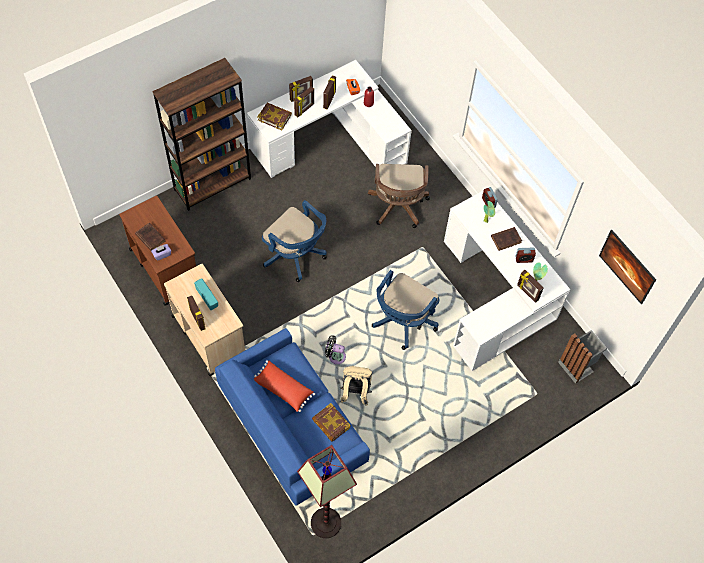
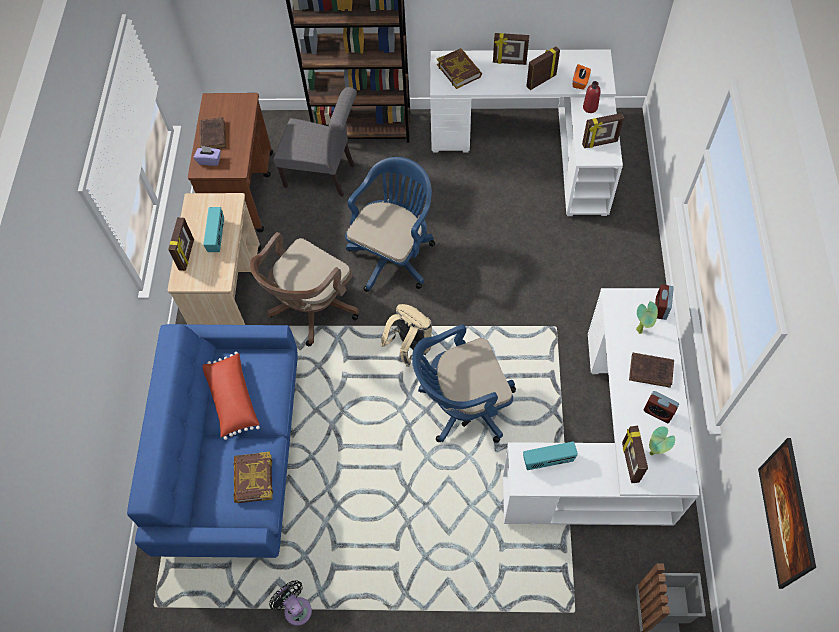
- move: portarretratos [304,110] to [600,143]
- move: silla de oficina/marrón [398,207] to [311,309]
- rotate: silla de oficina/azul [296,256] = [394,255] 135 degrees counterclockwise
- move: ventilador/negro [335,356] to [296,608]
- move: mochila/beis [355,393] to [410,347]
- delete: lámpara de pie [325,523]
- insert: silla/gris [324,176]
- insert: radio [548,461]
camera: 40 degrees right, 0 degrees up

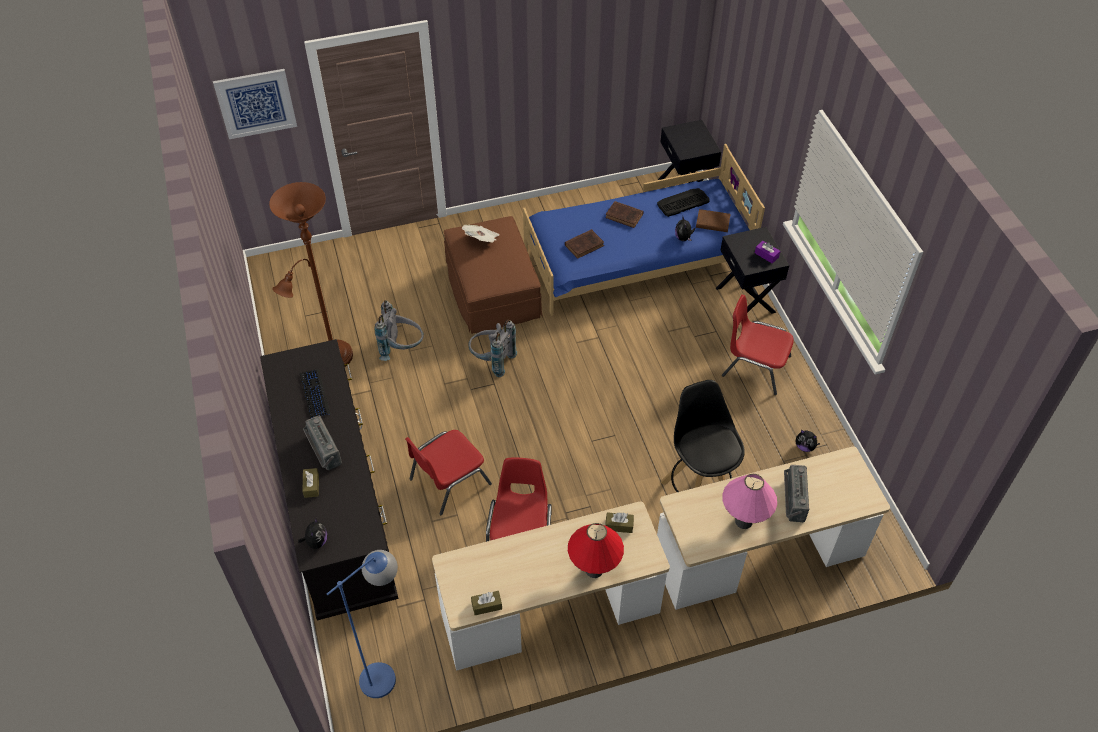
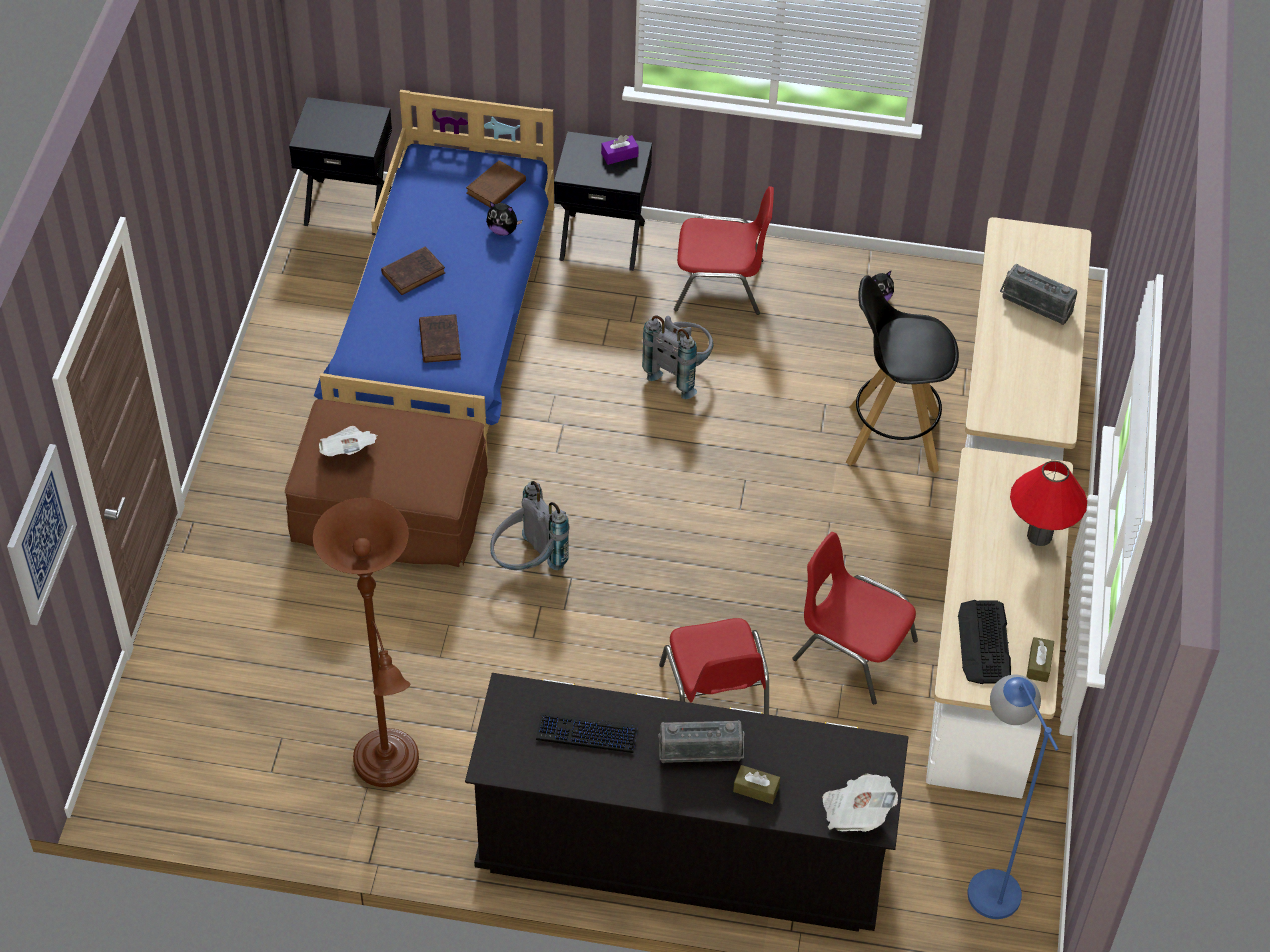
- move: teclado [682,202] to [984,643]
- rotate: silla/rojo [755,366] = [720,285] 135 degrees counterclockwise
- move: mochila/gris [402,349] to [679,372]
- delete: lámpara de mesa/rosa [743,521]
- delete: caja de pañuelos/marrón [619,525]
- replace: peluche [316,542] to periódico [856,812]
camera: 65 degrees left, 0 degrees up

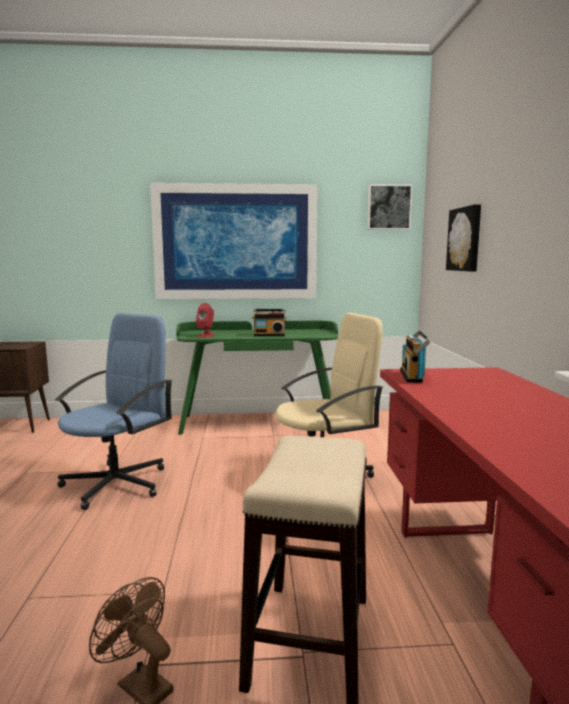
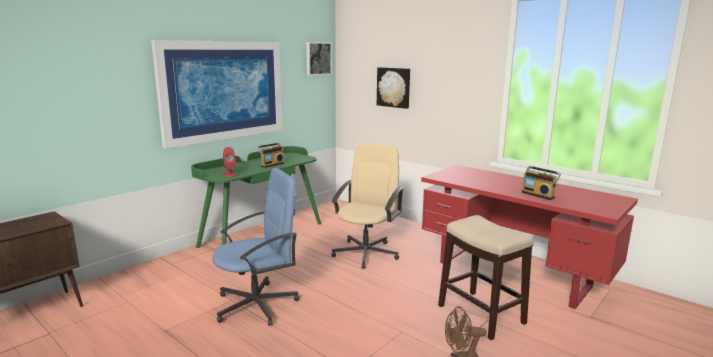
- rotate: silla de oficina/azul [117,483] = [257,304] 75 degrees clockwise
- move: radio [413,376] to [538,195]
camera: 45 degrees left, 5 degrees up

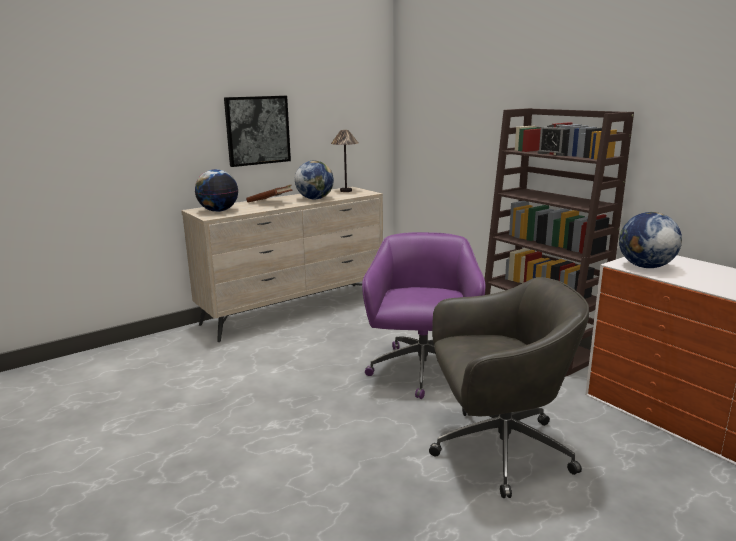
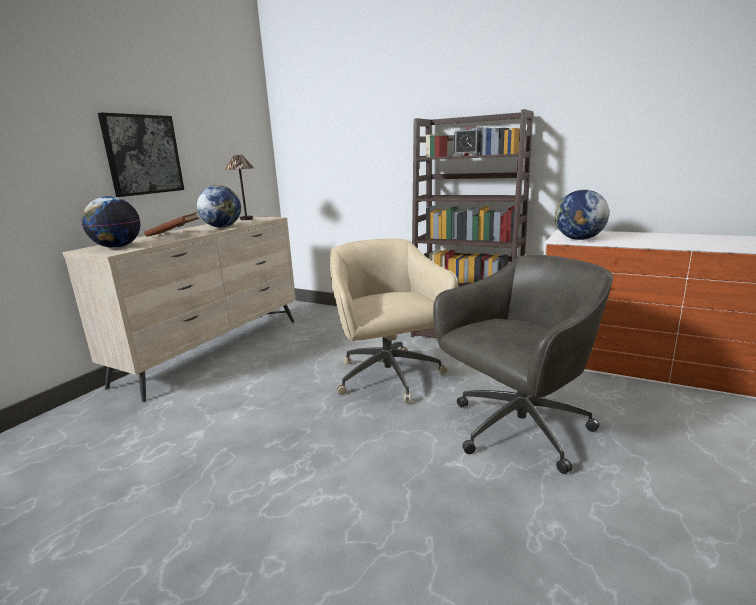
- recolor: silla de oficina/morado [422,372] to silla de oficina/beis [389,378]
camera: 25 degrees left, 0 degrees up

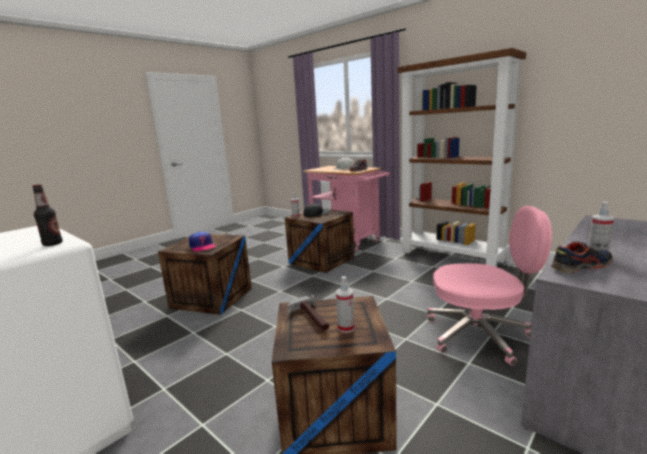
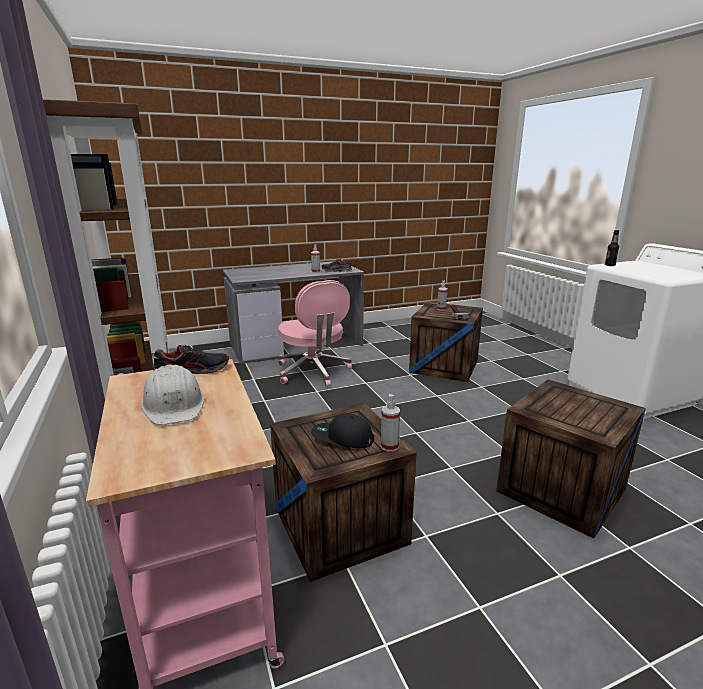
- rotate: silla de oficina/rosa [479,335] = [313,372] 150 degrees counterclockwise
- delete: gorra [202,246]
camera: 155 degrees left, 5 degrees up

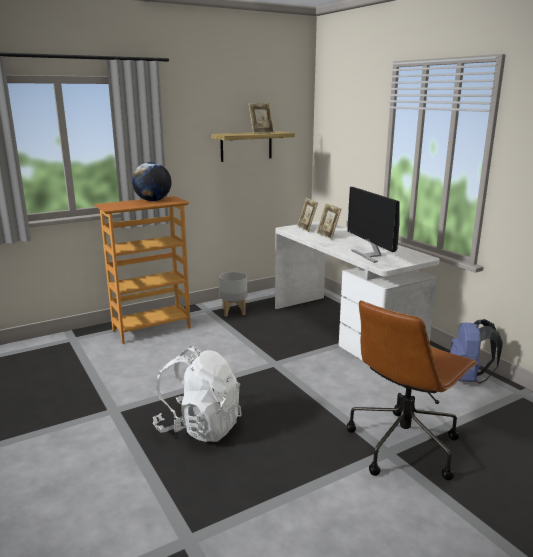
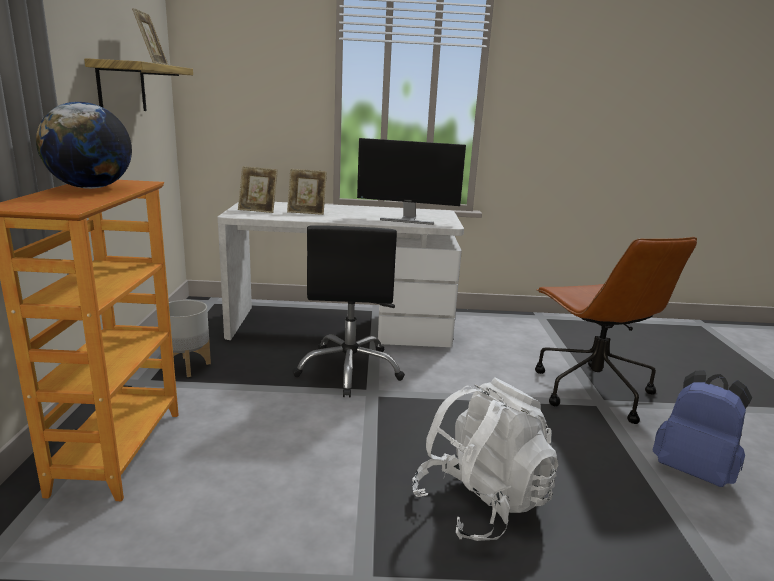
- move: mochila/azul [467,379] to [693,470]
- insert: silla de oficina/negro [349,369]
camera: 60 degrees left, 0 degrees up

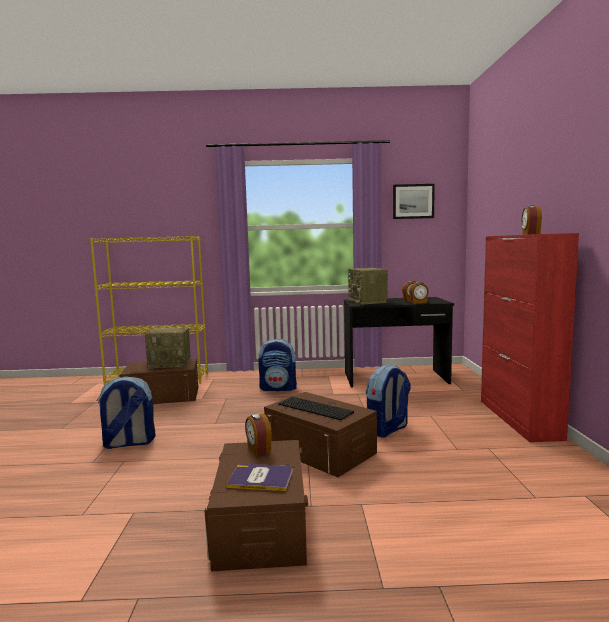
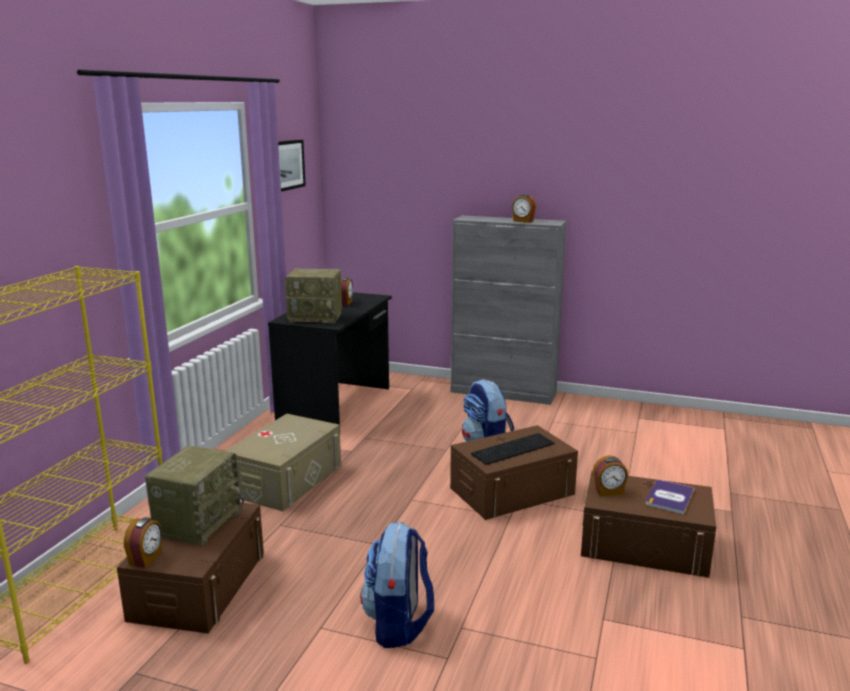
- recolor: armario/rojo [519,419] to armario/gris [503,392]
- move: despertador [418,302] to [146,558]
- replace: mochila [279,388] to caja de almacenaje/beis [286,480]
camera: 70 degrees left, 10 degrees up

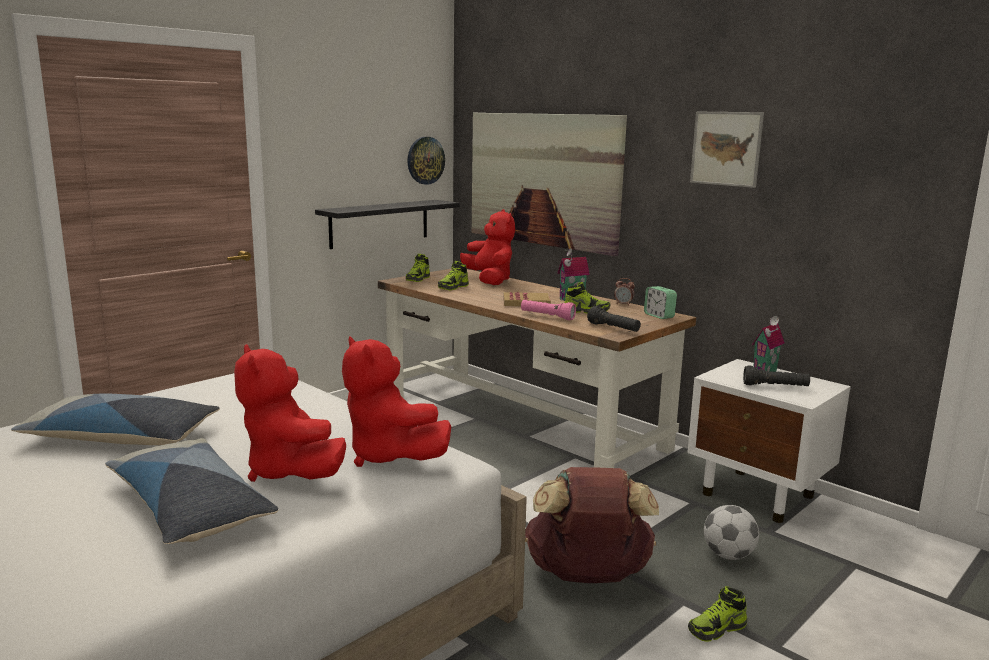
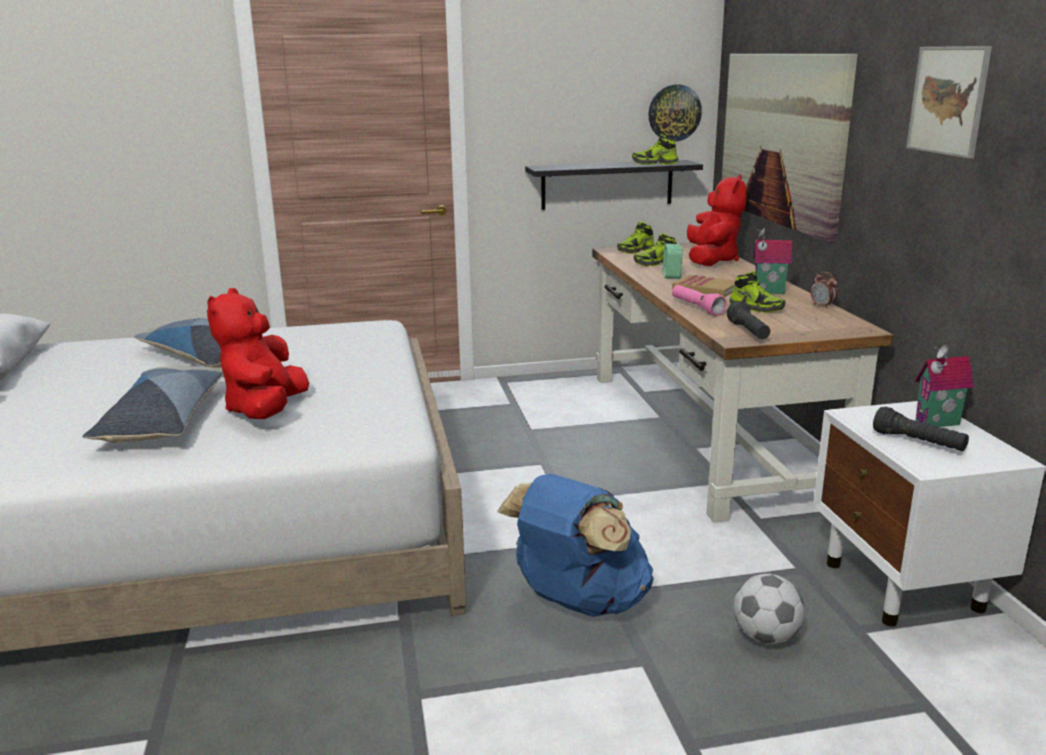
- move: despertador [659,316] to [671,276]
- delete: peluche/rojo [389,456]
- recolor: mochila/marrón [587,576] to mochila/azul [578,602]
- move: zapato [717,629] to [654,163]
camera: 35 degrees right, 5 degrees up

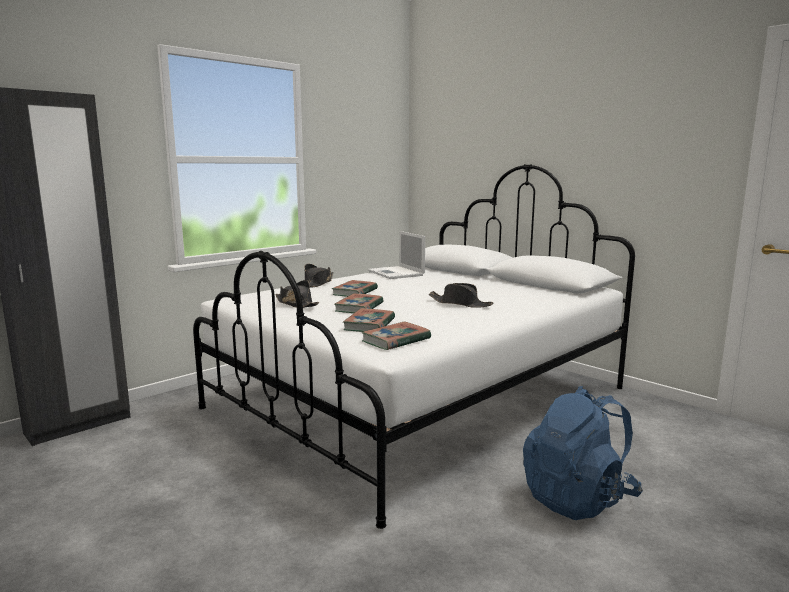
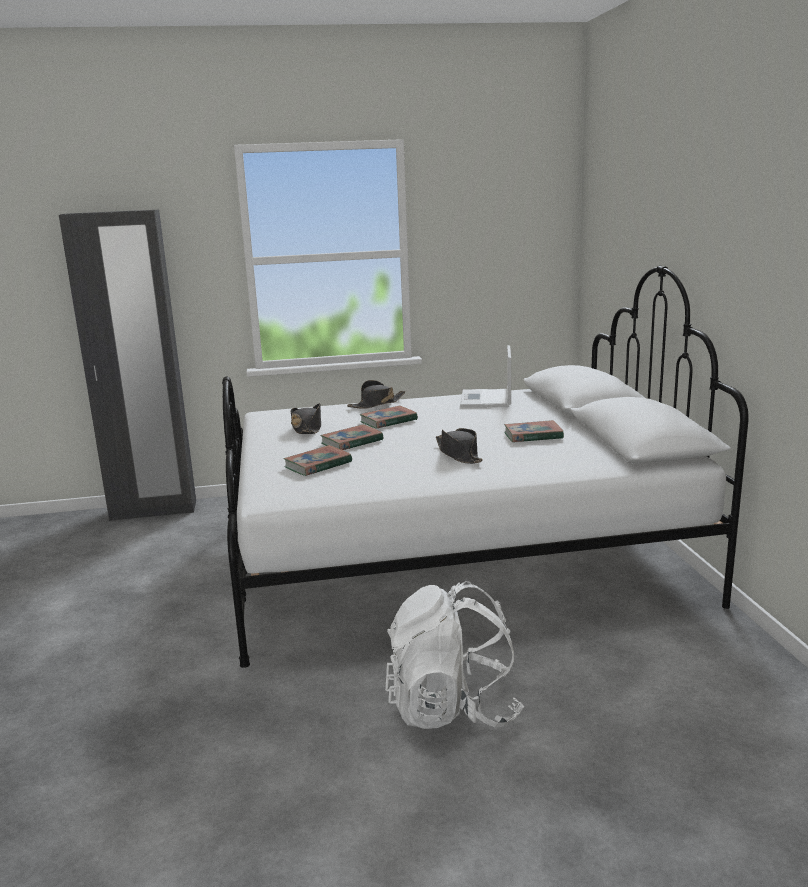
- move: libro [396,340] to [533,436]
- recolor: mochila/azul [578,498] to mochila/blanco [453,708]
camera: 35 degrees right, 5 degrees up

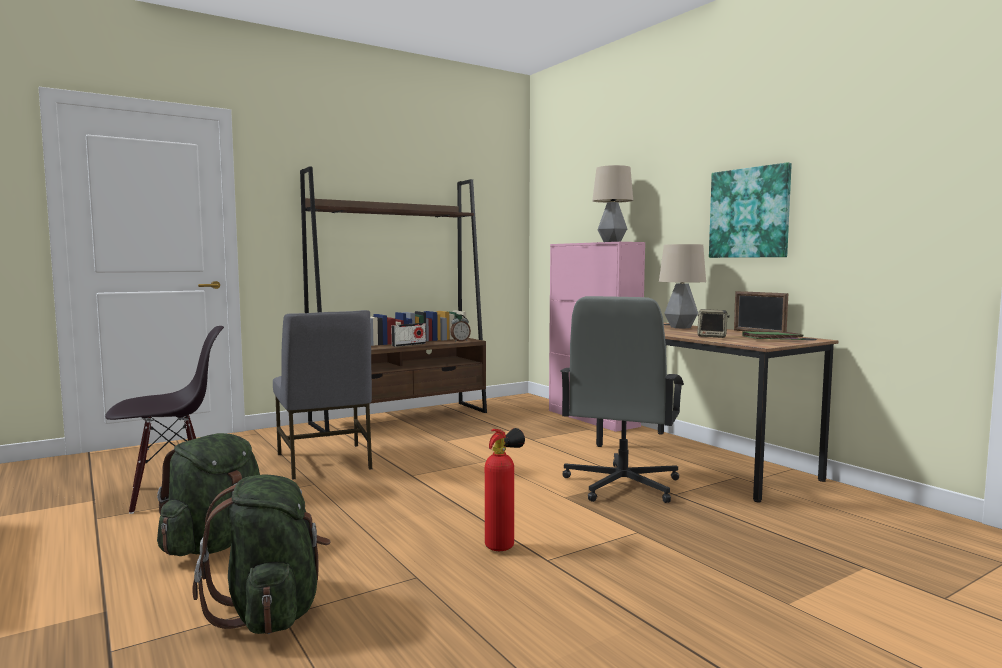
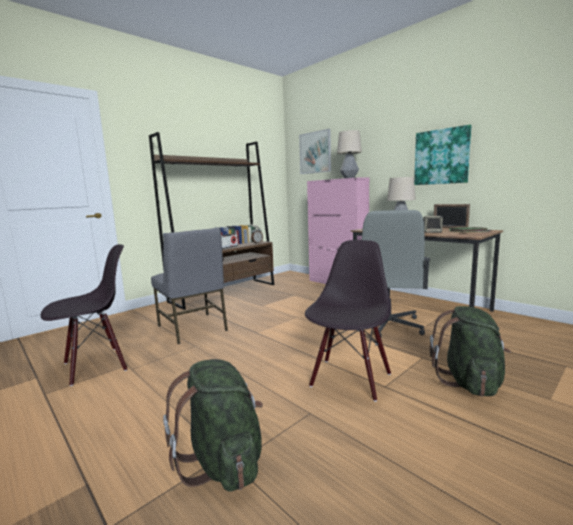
- replace: extintor [503,546] to silla/negro [349,379]
- move: mochila/verde [216,544] to [469,382]
- insert: cuadro [315,152]
camera: 10 degrees left, 5 degrees up

